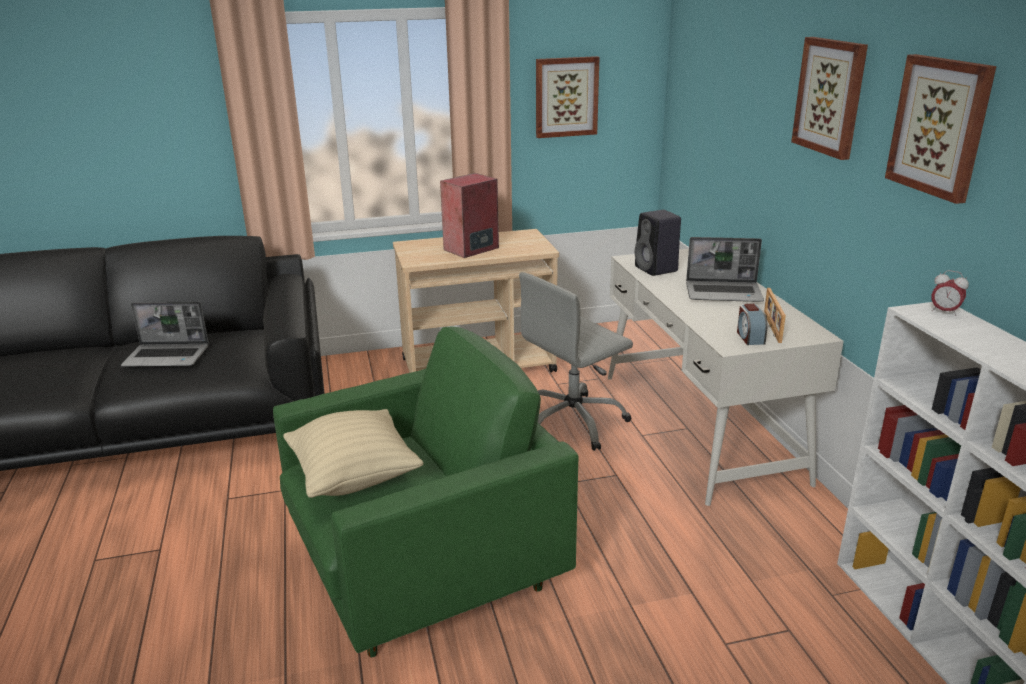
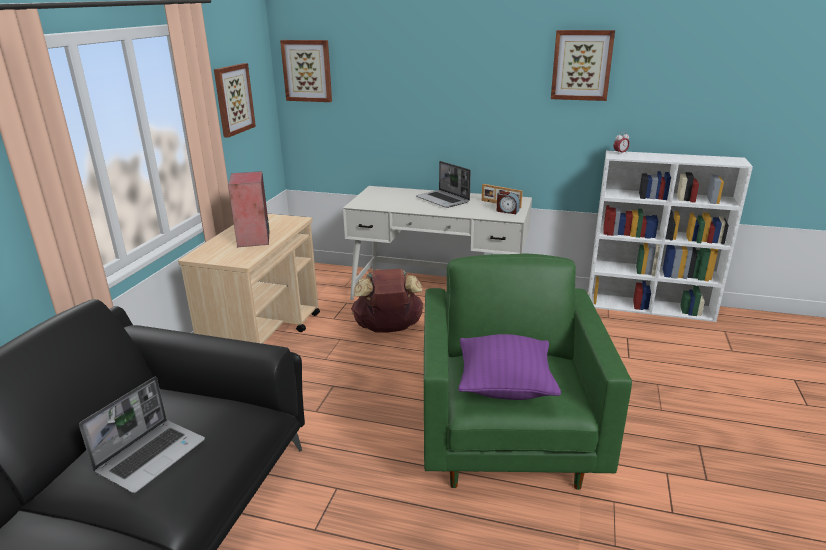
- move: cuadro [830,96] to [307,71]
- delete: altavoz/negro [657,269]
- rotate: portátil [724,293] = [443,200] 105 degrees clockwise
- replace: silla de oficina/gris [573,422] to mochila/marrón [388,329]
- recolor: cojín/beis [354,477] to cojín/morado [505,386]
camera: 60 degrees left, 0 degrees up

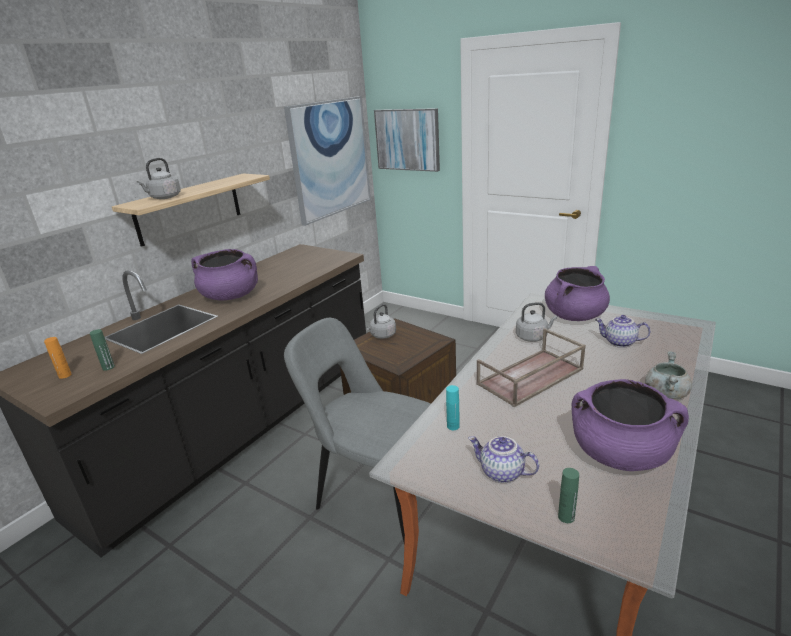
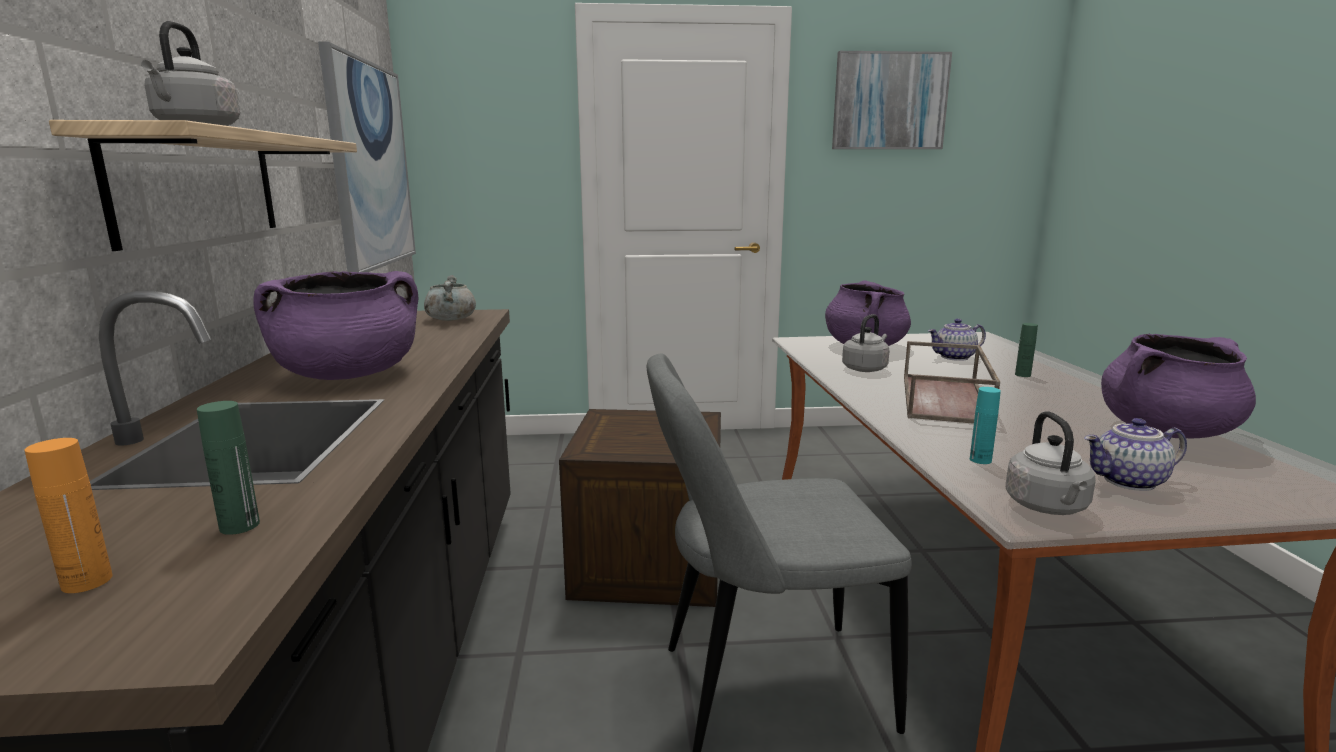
- move: cuadro [407,139] to [889,101]
- move: hervidor/gris [382,335] to [1048,507]
- move: olla/gris [665,393] to [450,319]
- move: botella/verde [566,517] to [1022,375]
camera: 40 degrees left, 10 degrees down

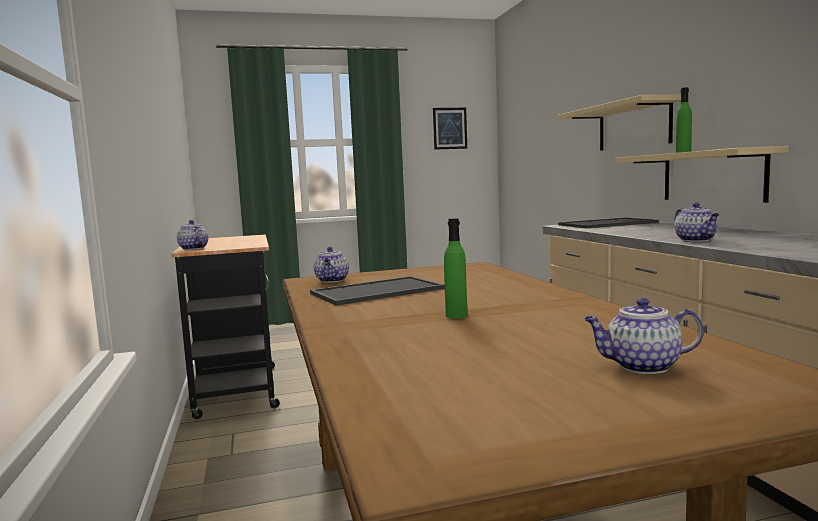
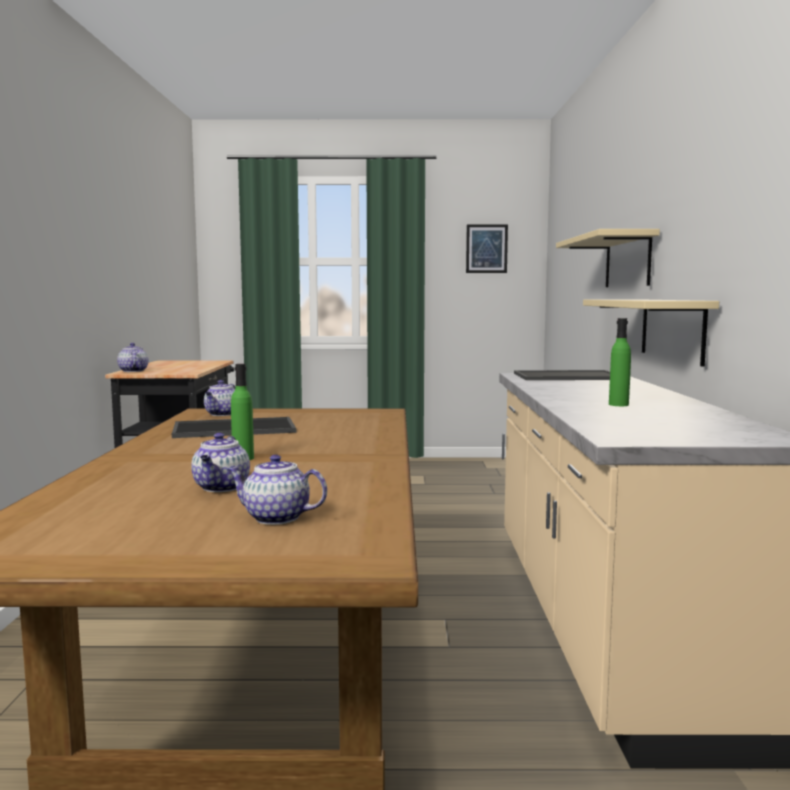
- move: botella/verde [683,152] to [618,404]
- move: tetera [696,240] to [221,487]
camera: 15 degrees right, 0 degrees up

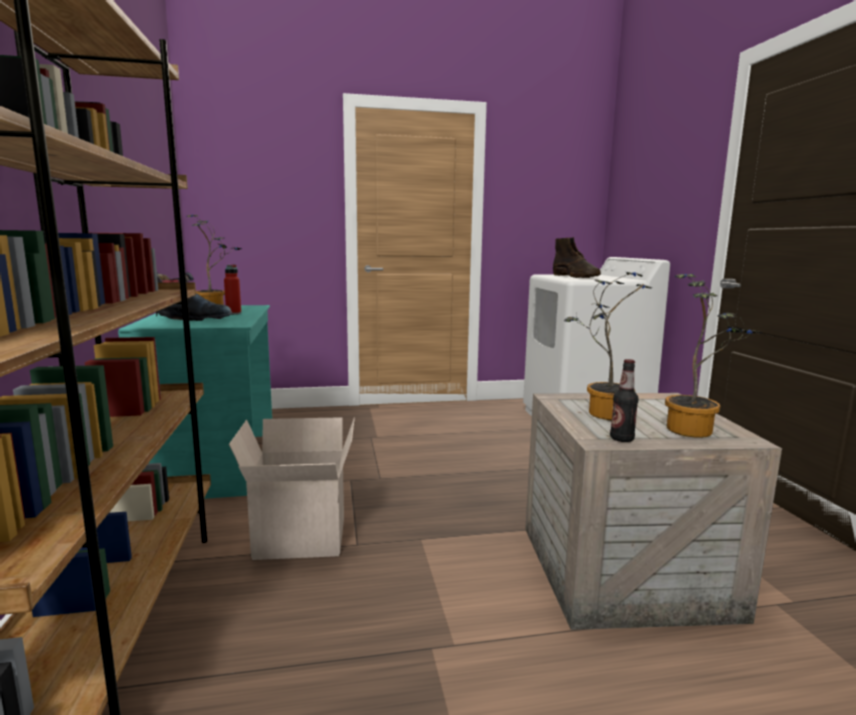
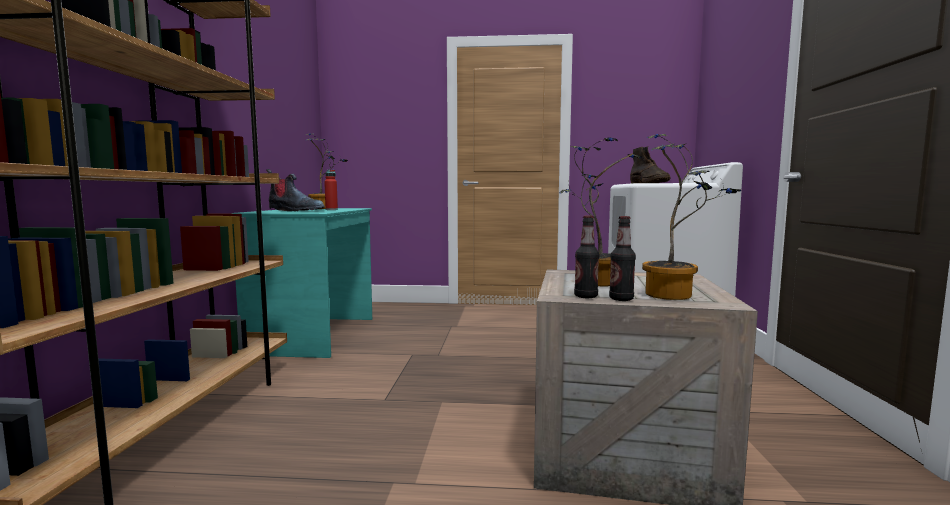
- delete: caja de cartón [298,539]
- insert: botella [621,299]
camera: 15 degrees right, 5 degrees down

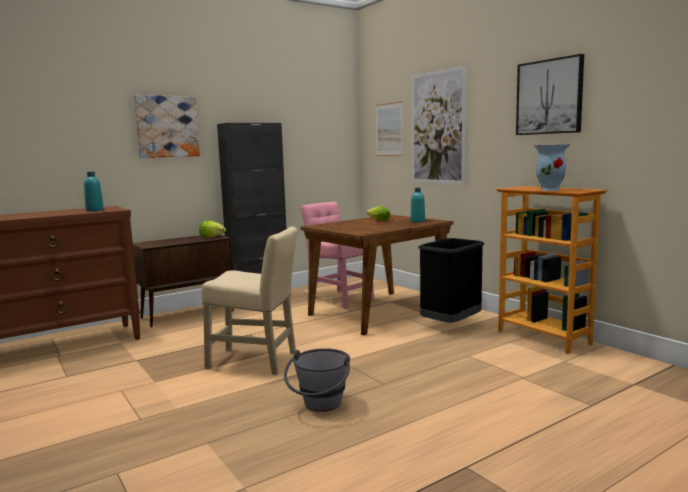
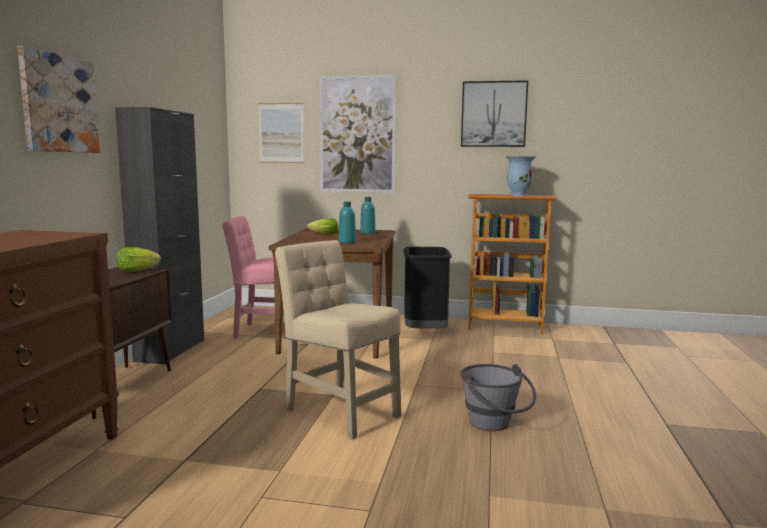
- move: botella/turquesa [94,210] to [347,242]
- rotate: silla/beis [256,361] = [339,410] 105 degrees counterclockwise
camera: 45 degrees left, 0 degrees up

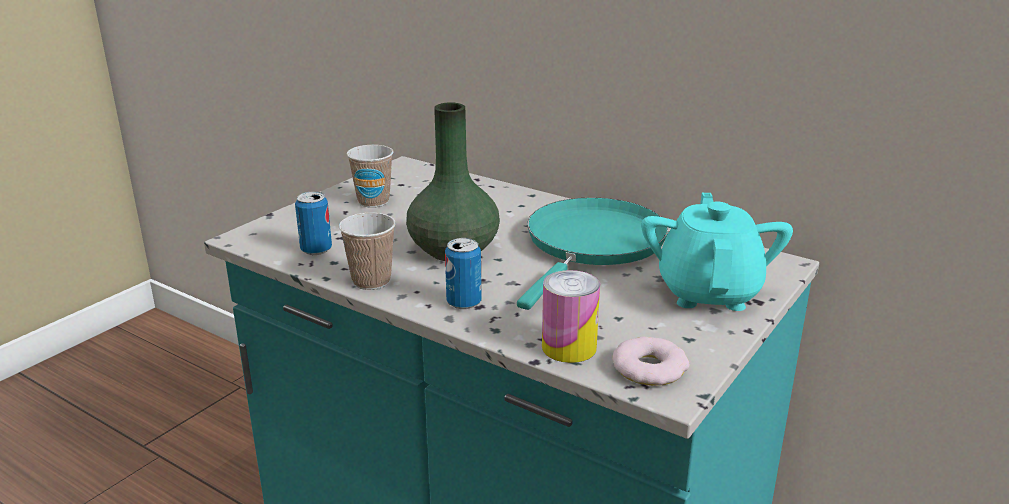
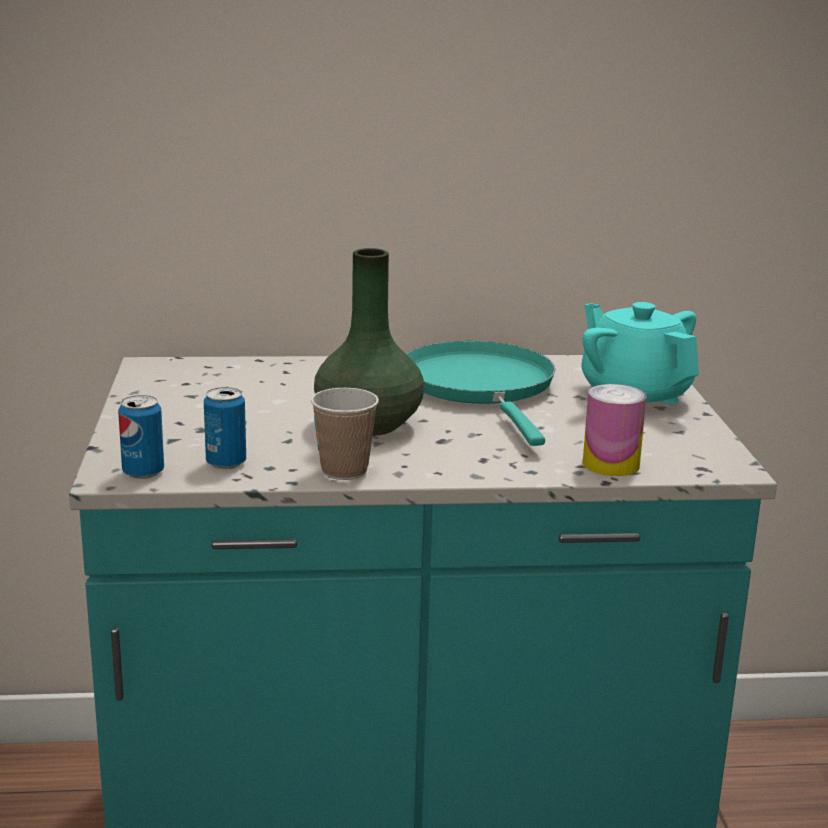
- delete: taza [373,201]
- move: lata [464,302] to [143,472]
- delete: rosquilla [649,368]
camera: 40 degrees left, 5 degrees down

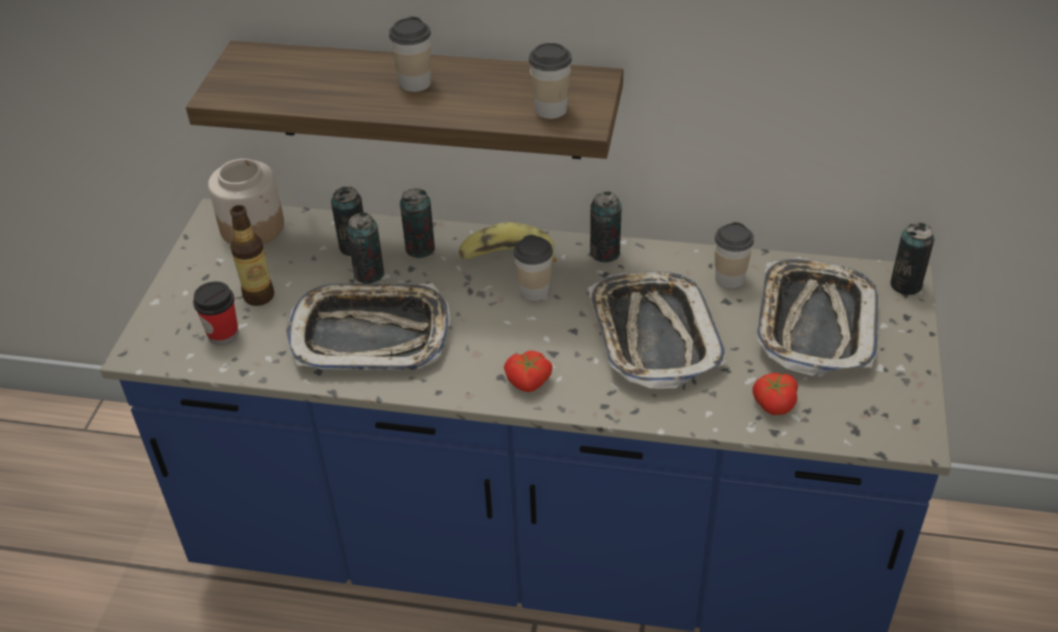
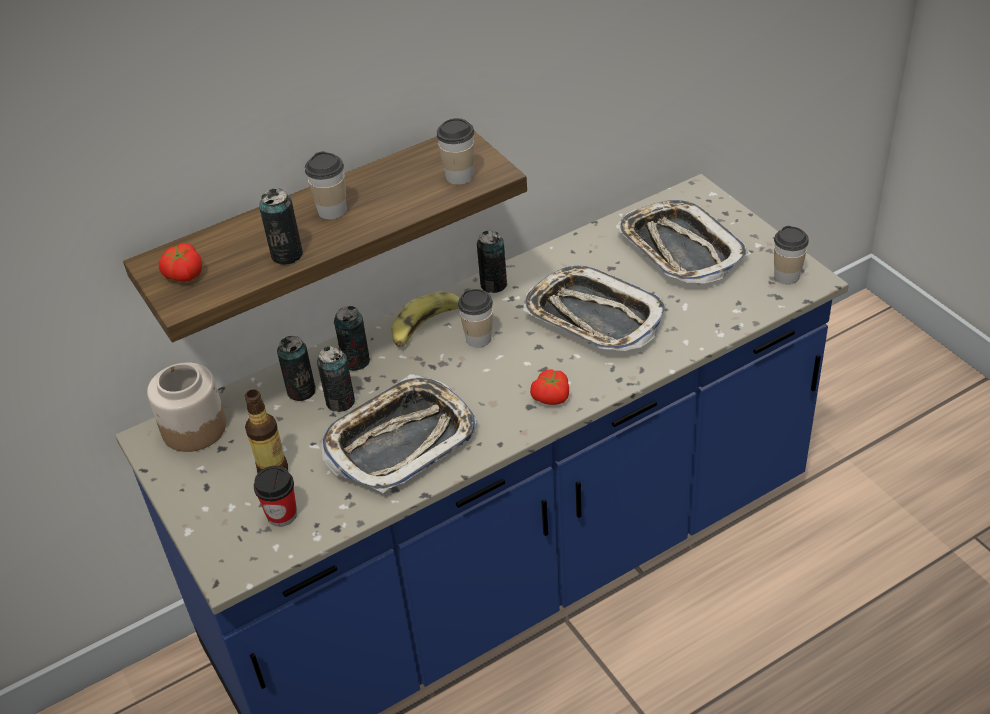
- move: taza [729,279] to [786,276]
- move: lata [905,285] to [287,255]
- move: tomate [773,403] to [183,275]
camera: 40 degrees left, 0 degrees up

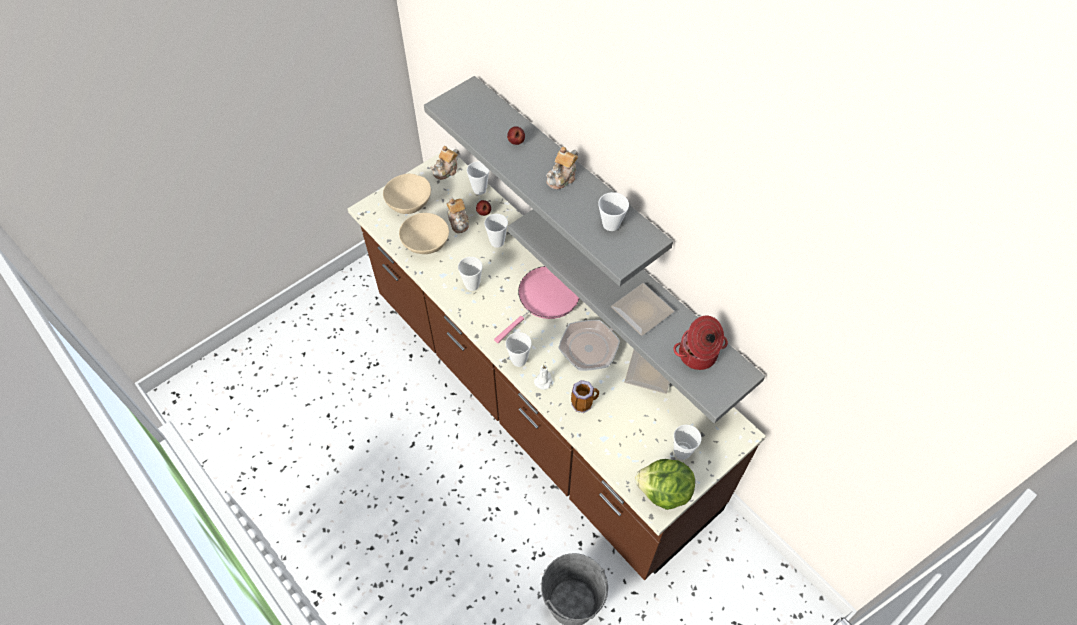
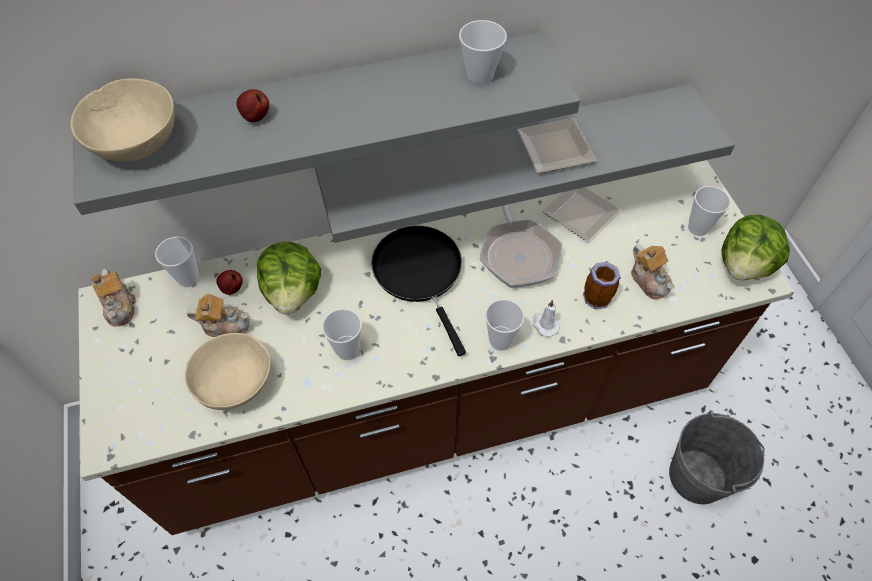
- move: tetera [562,177] to [649,280]
- move: cuenco/beis [409,204] to [136,143]
- replace: taza [497,242] to lechuga [293,292]
- recolor: sartén/rosa [545,299] to sartén/negro [420,273]
- delete: olla [698,355]
camera: 65 degrees left, 0 degrees up

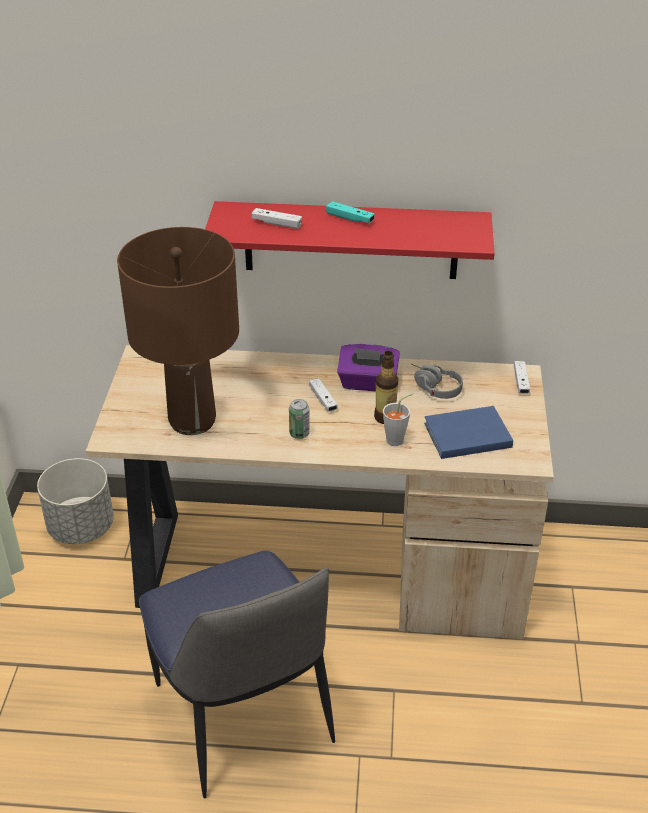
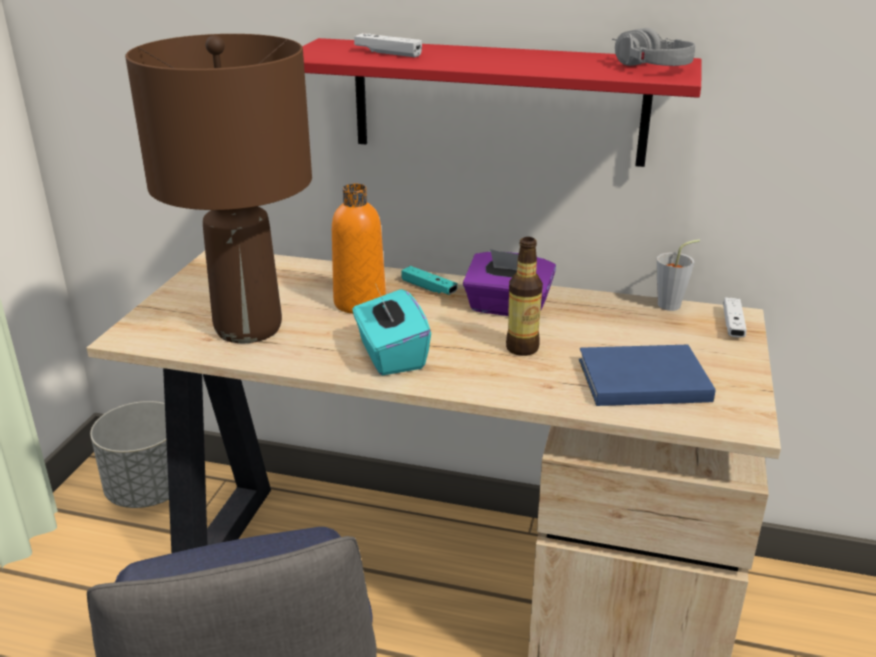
- move: mando de consola/turquesa [350,218] to [428,288]
- move: auriculares/gris [432,387] to [643,66]
- delete: mando de consola/blanco [323,400]
- move: taza/gris [398,439] to [673,304]
- replace: lata [299,434] to caja de pañuelos/turquesa [390,355]
- insert: botella/naranja [360,303]
camera: 10 degrees right, 10 degrees down

